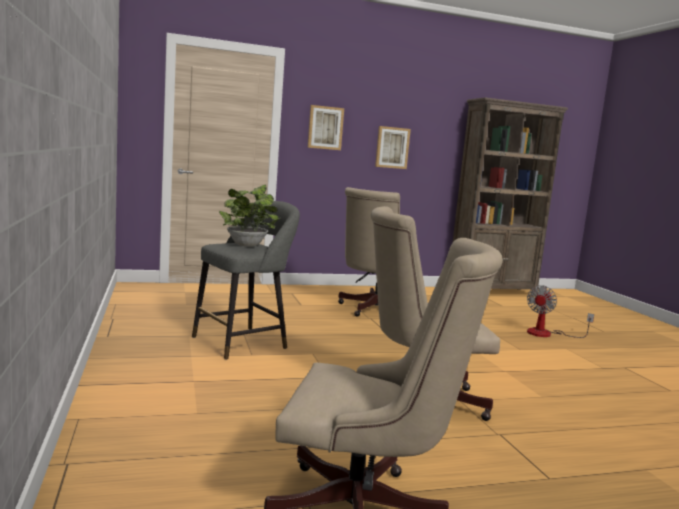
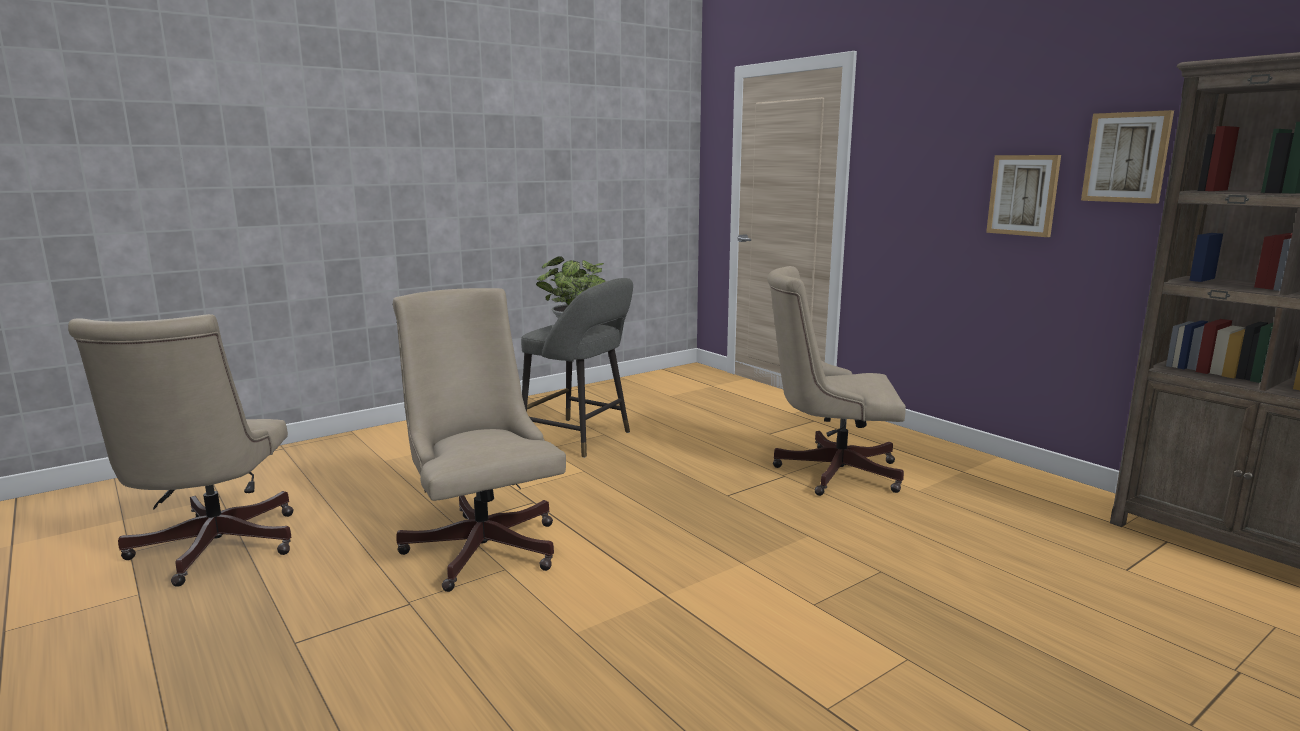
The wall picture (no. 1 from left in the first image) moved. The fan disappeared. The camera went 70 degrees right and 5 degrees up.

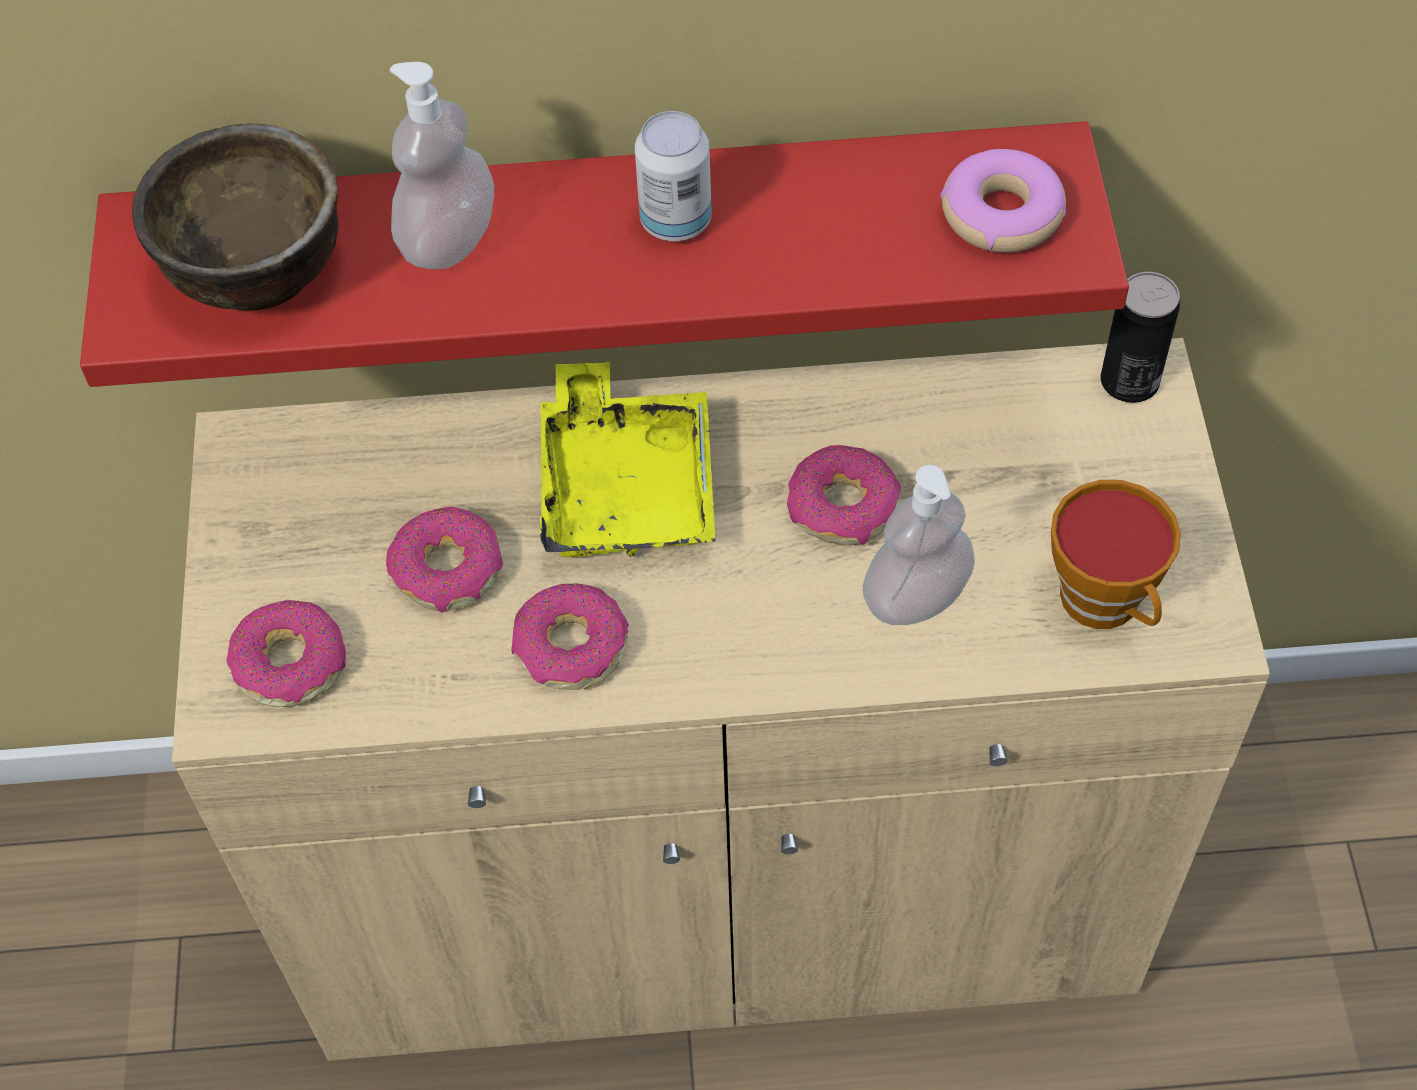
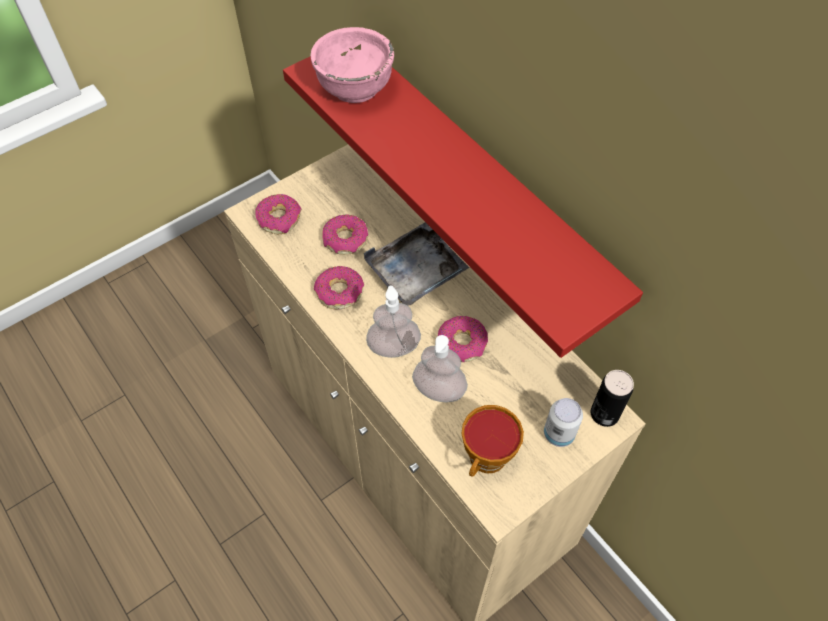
The bowl in brown-coloured became the bowl in pink-coloured. The carrying tray in yellow-coloured became the carrying tray in grey. The soap bottle (no. 1 from left) moved. The sealed can (no. 1 from left) moved. The donut (no. 5 from left) disappeared. The camera went 55 degrees right and 0 degrees up.

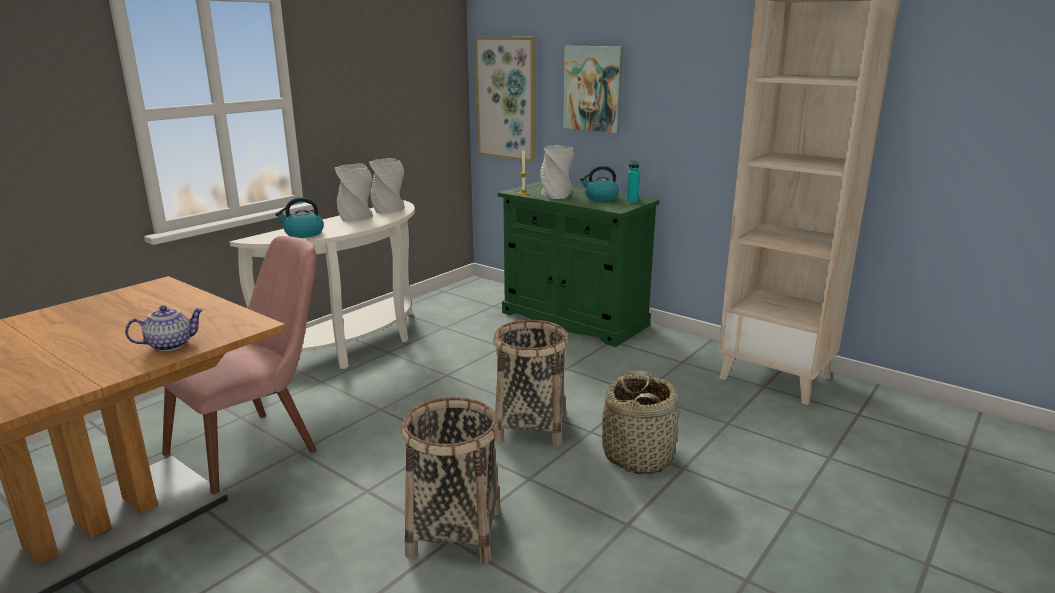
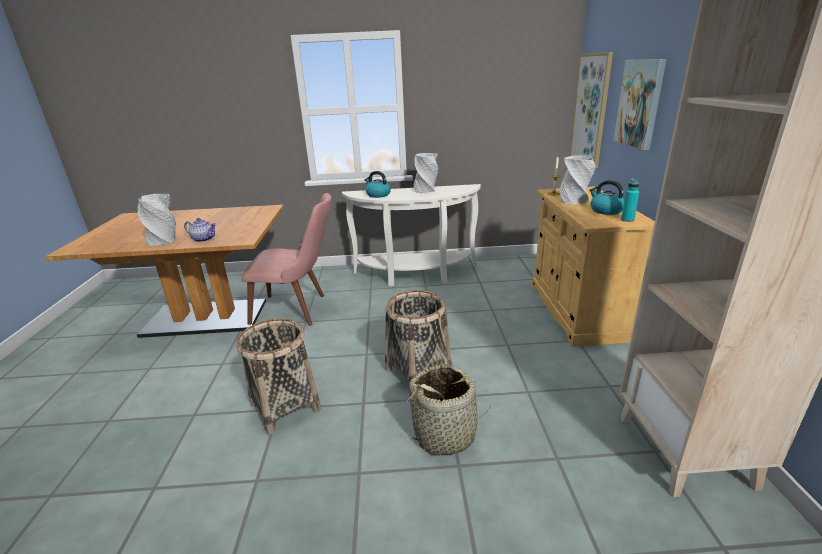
The vase in grey (no. 2 from left in the first image) moved. The storage cabinet in green-coloured became the storage cabinet in beige-coloured. The camera went 50 degrees right and 5 degrees up.

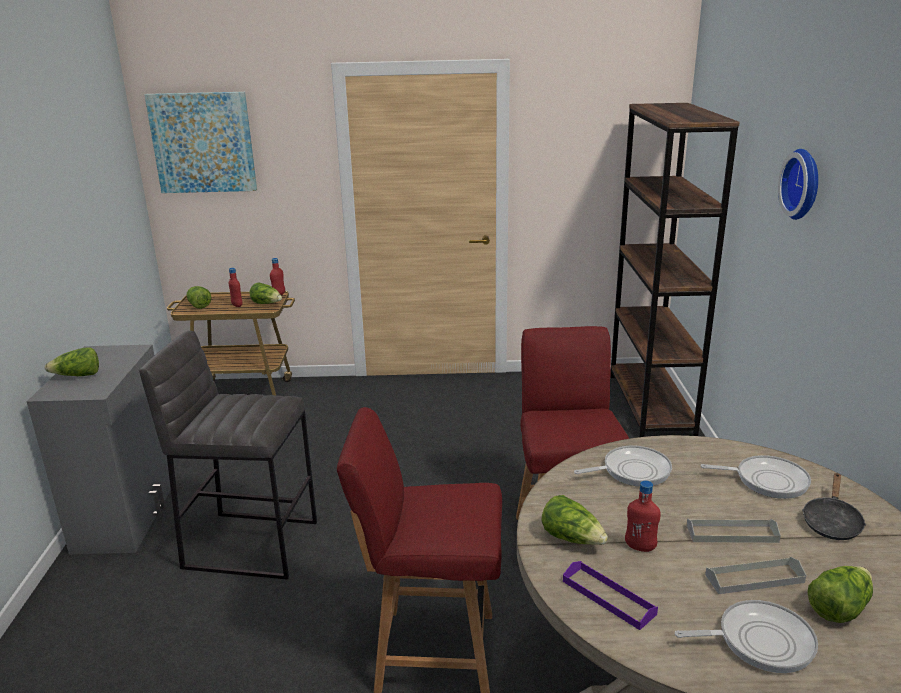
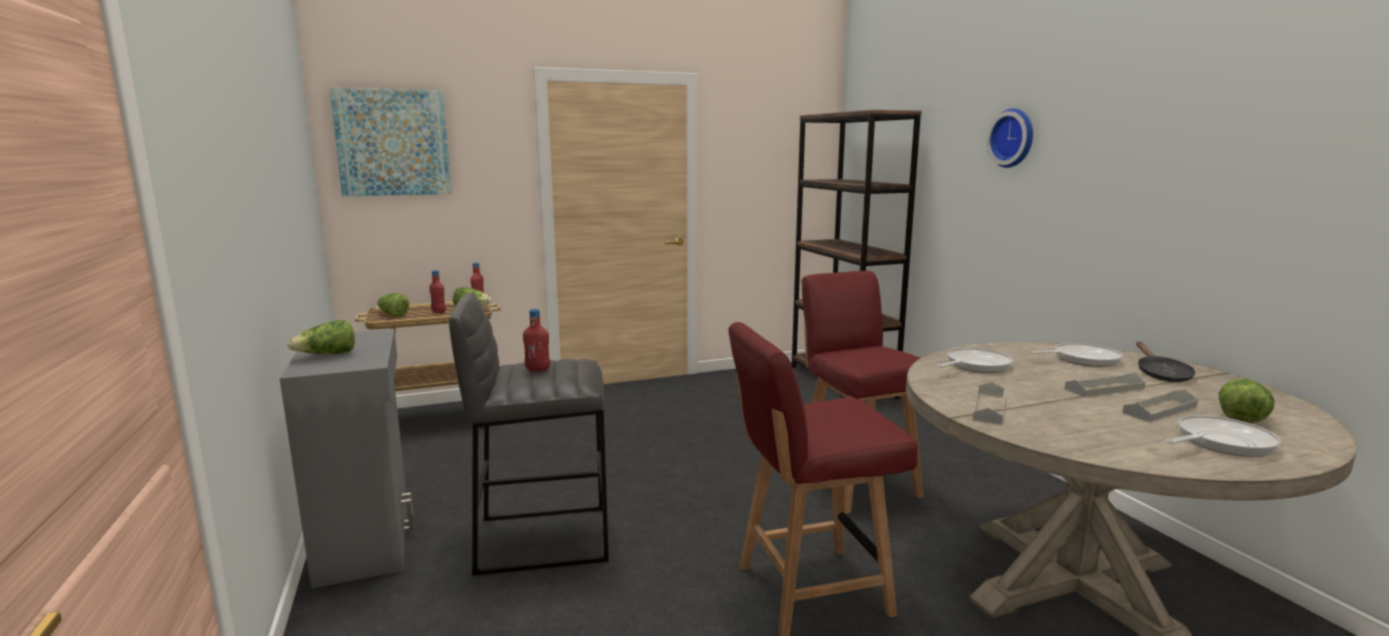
The beverage bottle in reddish (no. 3 from left) moved. The lettuce head (no. 4 from left) was replaced by the carrying tray in grey (no. 1 from left). The carrying tray in purple-coloured disappeared. The camera went 20 degrees left and 10 degrees down.

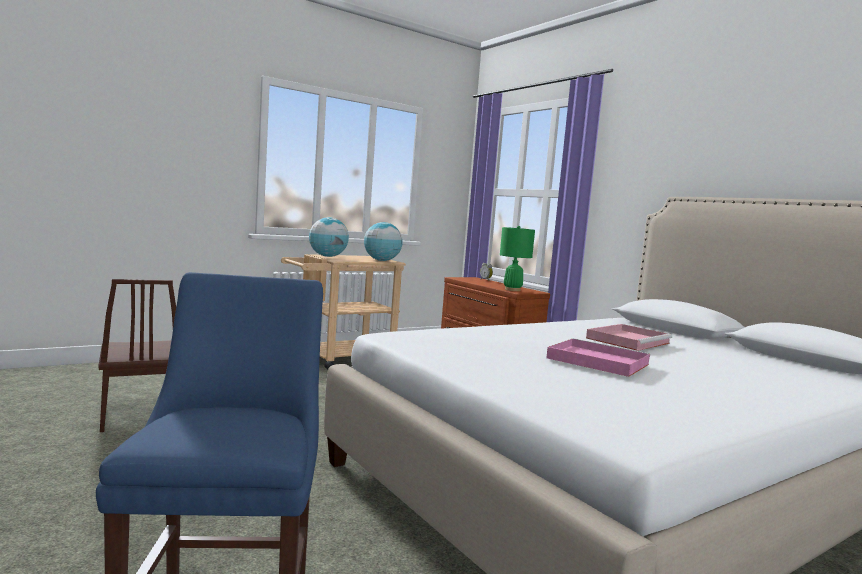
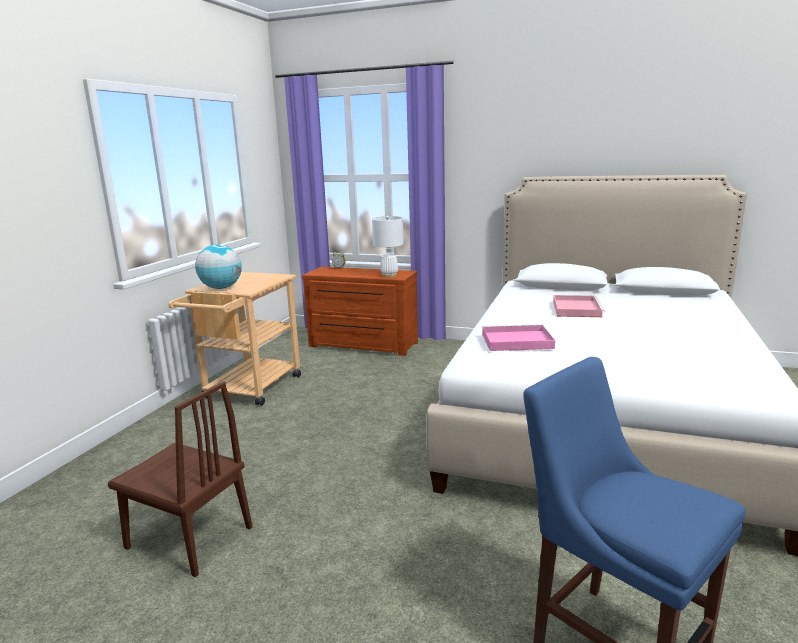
The table lamp in green-coloured became the table lamp in white. The carrying tray in pink-coloured (no. 1 from left) moved. The desk globe (no. 2 from left) disappeared. The camera went 35 degrees left and 10 degrees up.

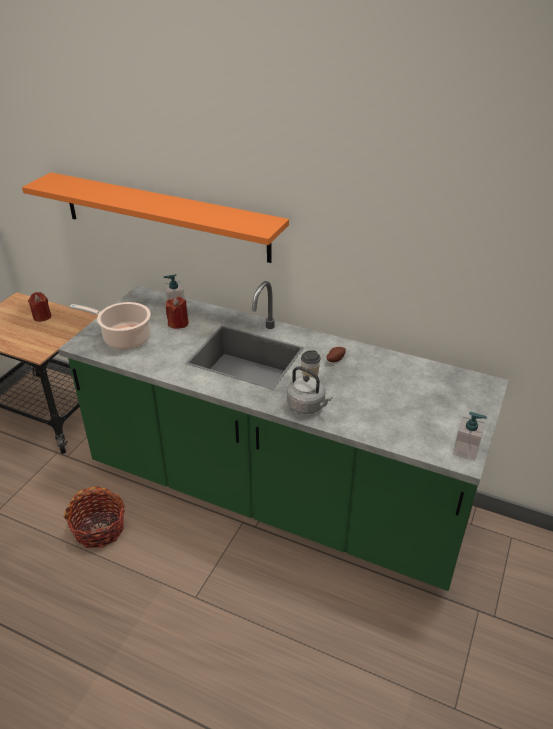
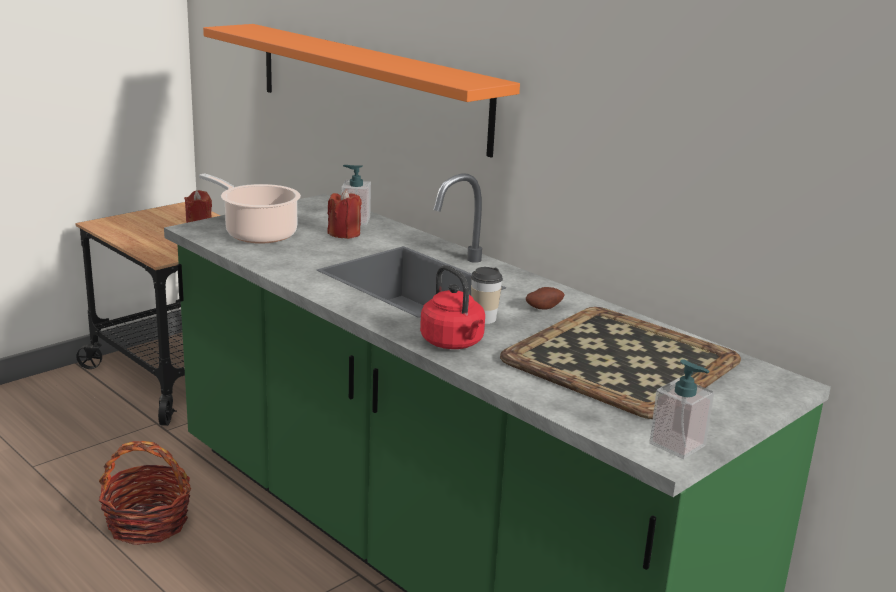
The tea kettle in grey became the tea kettle in reddish. The carrying tray appeared. The camera went 20 degrees right and 15 degrees down.

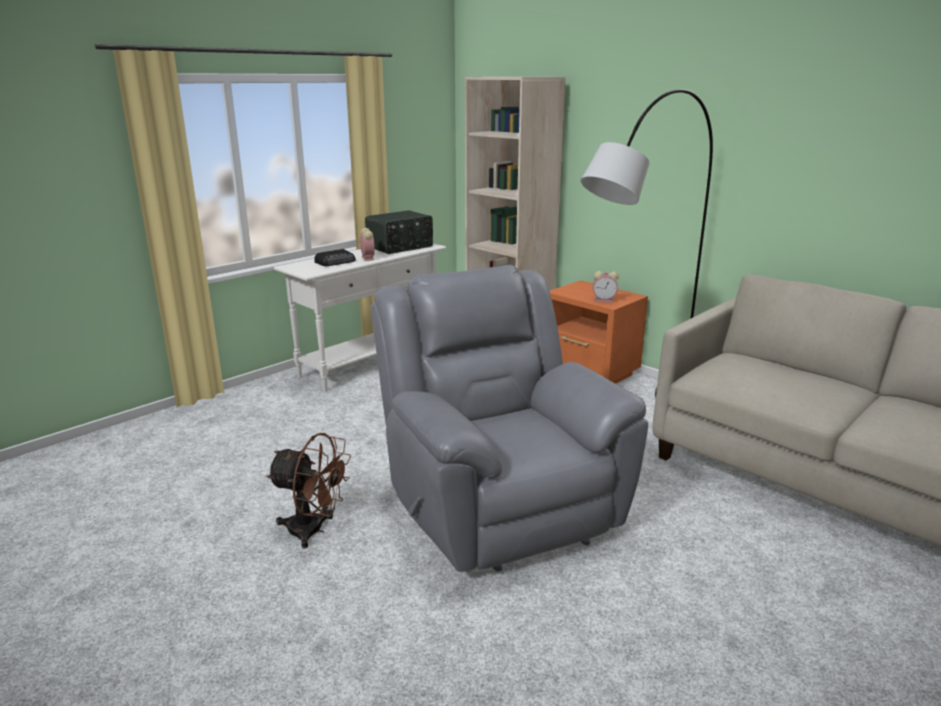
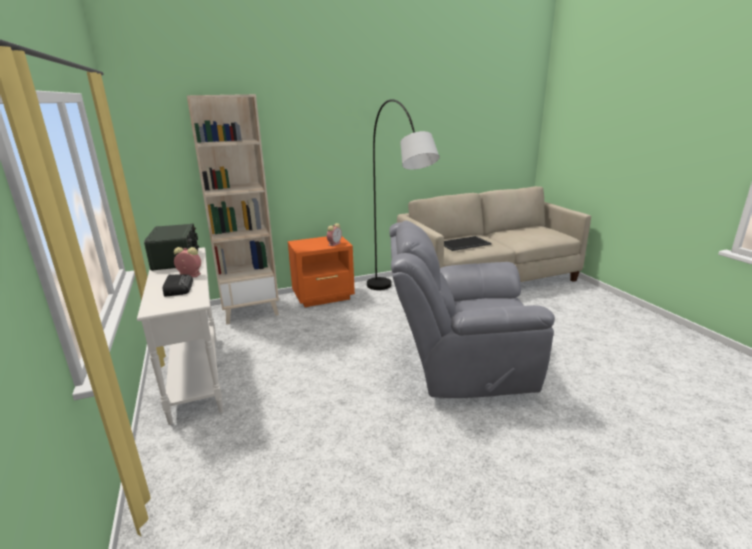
The carrying tray appeared. The fan in brown-coloured disappeared. The camera went 65 degrees left and 0 degrees up.

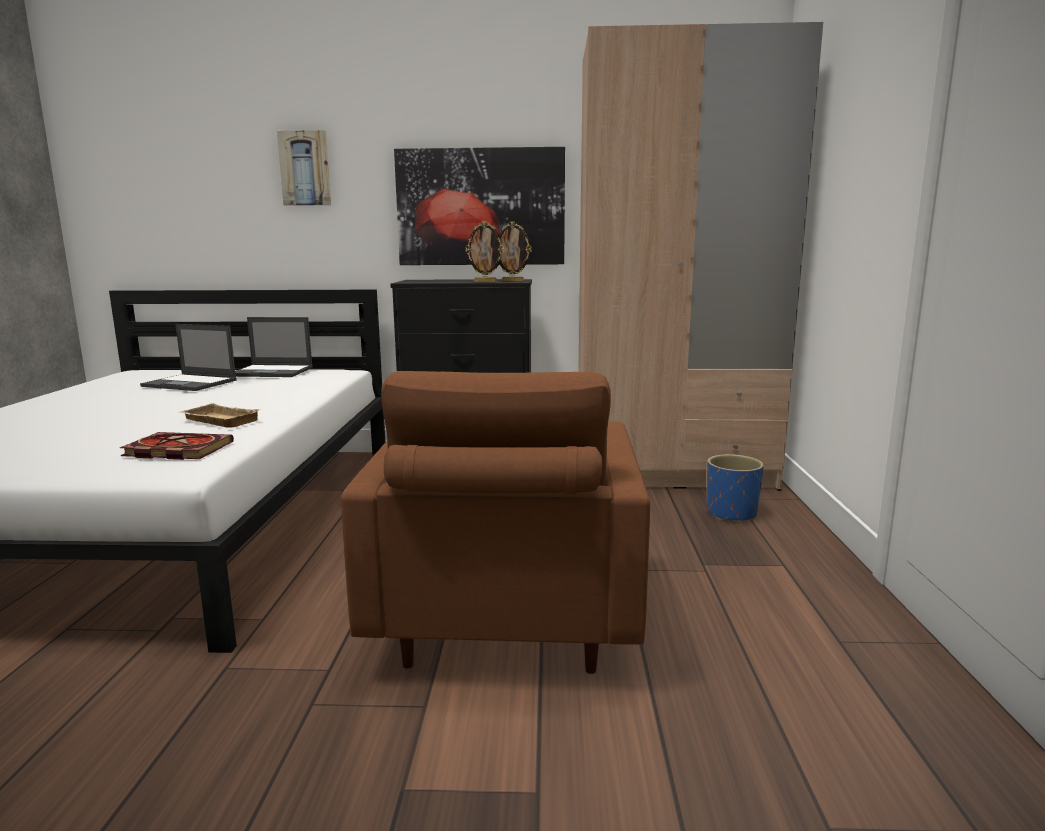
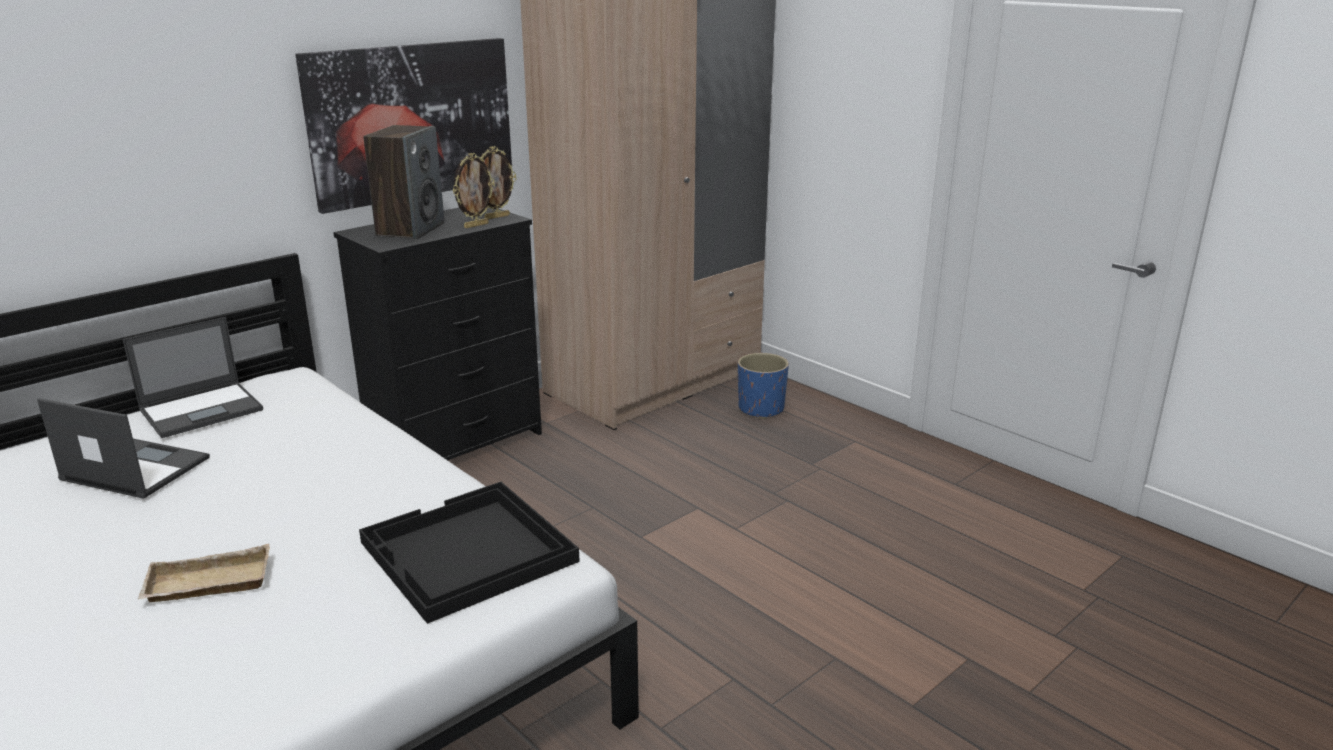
The notebook computer (no. 1 from left) turned 135 degrees counterclockwise. The carrying tray in beige-coloured moved. The book was replaced by the carrying tray in black-coloured. The loudspeaker appeared. The wall picture (no. 1 from left) disappeared. The armchair in brown-coloured disappeared. The camera went 45 degrees left and 10 degrees up.

